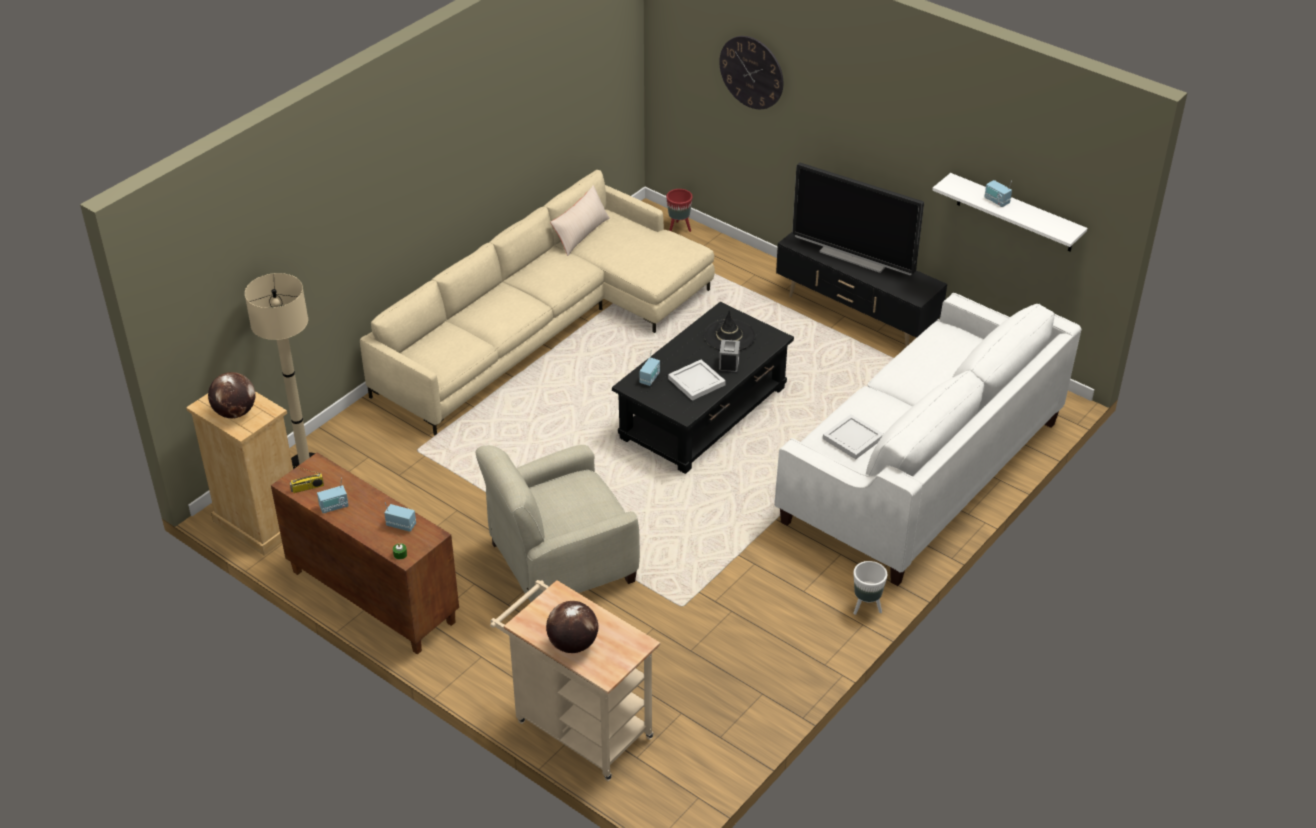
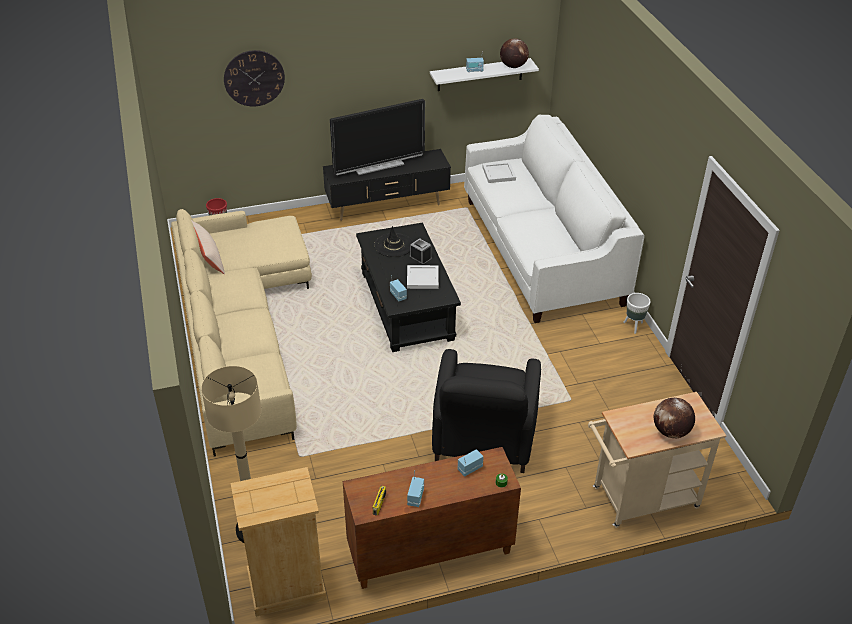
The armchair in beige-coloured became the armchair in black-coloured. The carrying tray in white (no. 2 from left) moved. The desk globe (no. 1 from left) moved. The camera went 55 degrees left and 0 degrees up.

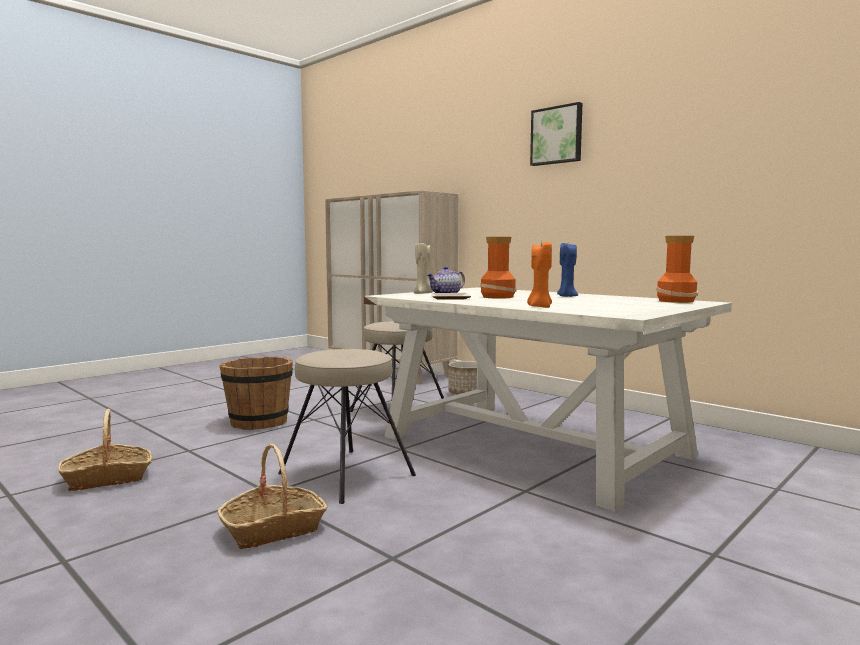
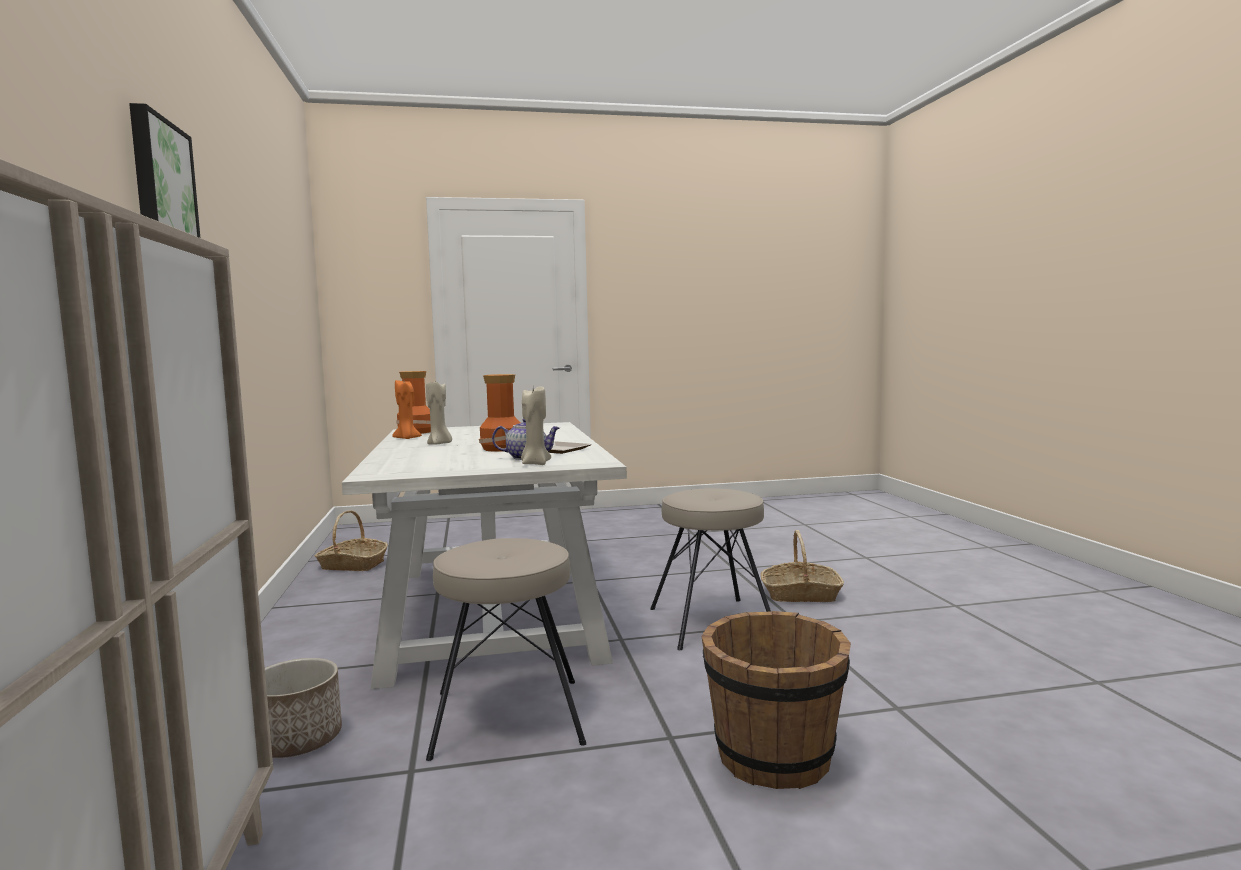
The household basket (no. 1 from left) moved. The wax light in orange moved. The wax light in blue became the wax light in beige-coloured (no. 1 from left). The camera went 145 degrees left and 0 degrees up.

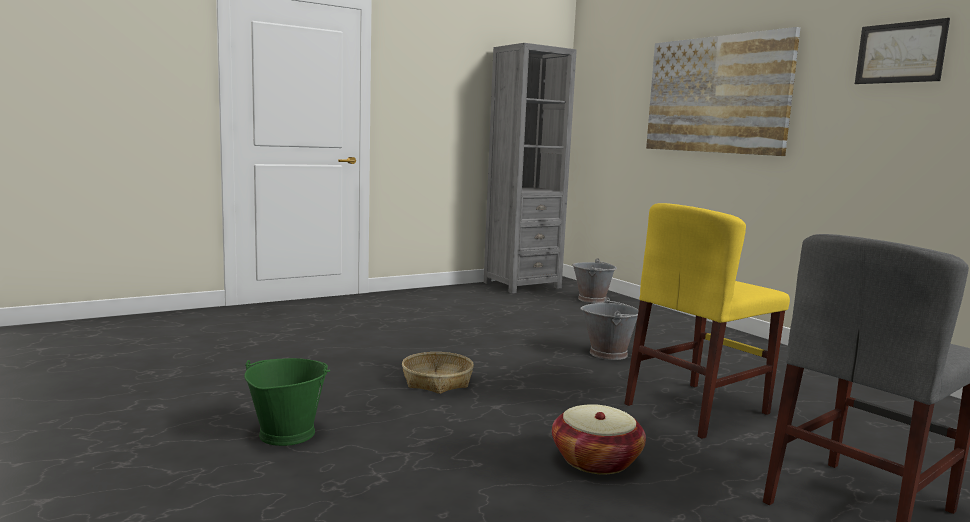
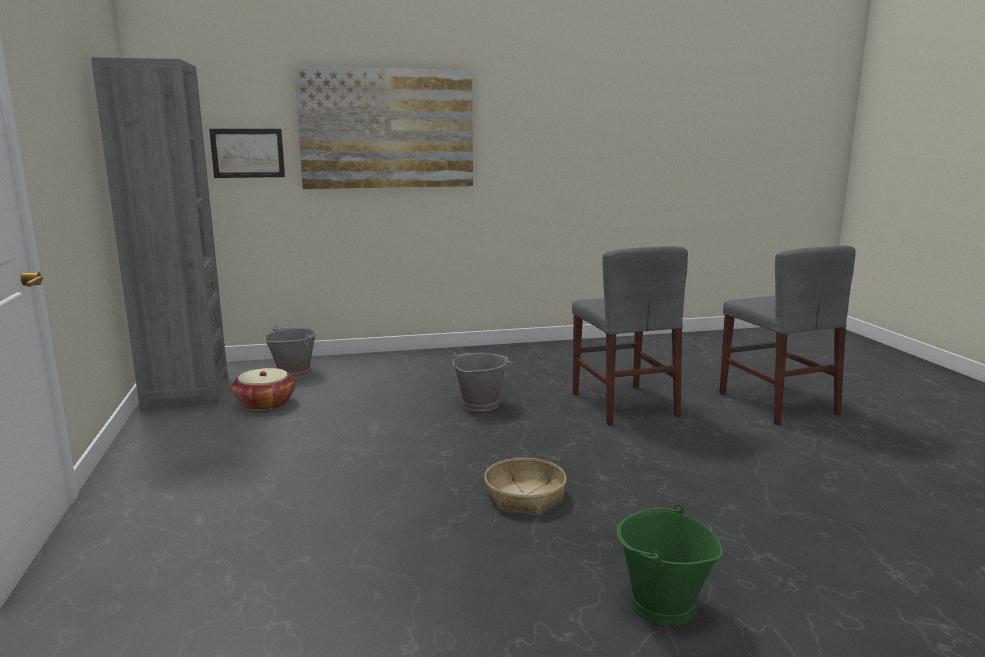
The wall picture (no. 2 from left in the first image) moved. The household basket (no. 2 from left in the first image) moved. The plain chair in yellow-coloured became the plain chair in grey (no. 1 from left). The camera went 70 degrees left and 5 degrees up.

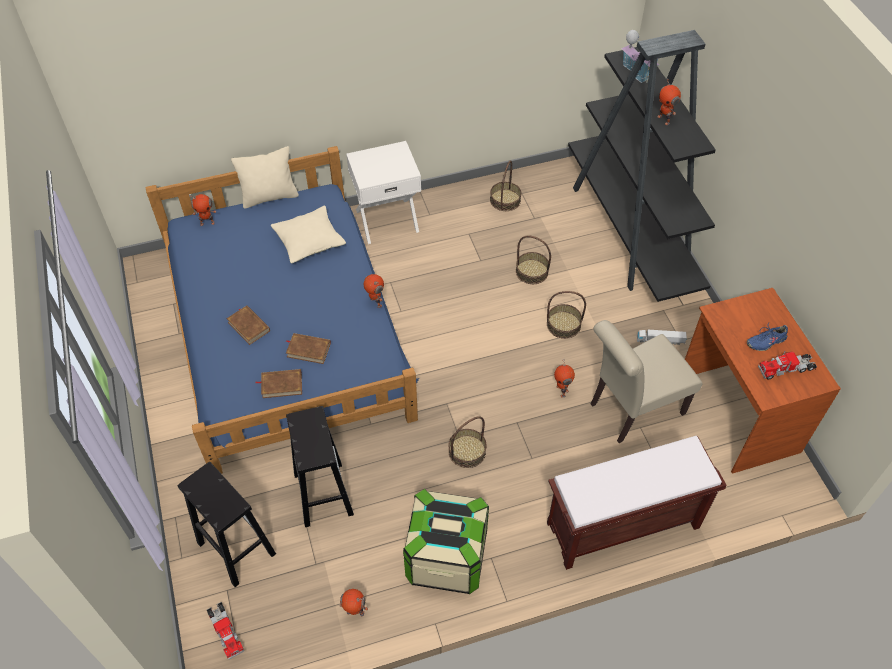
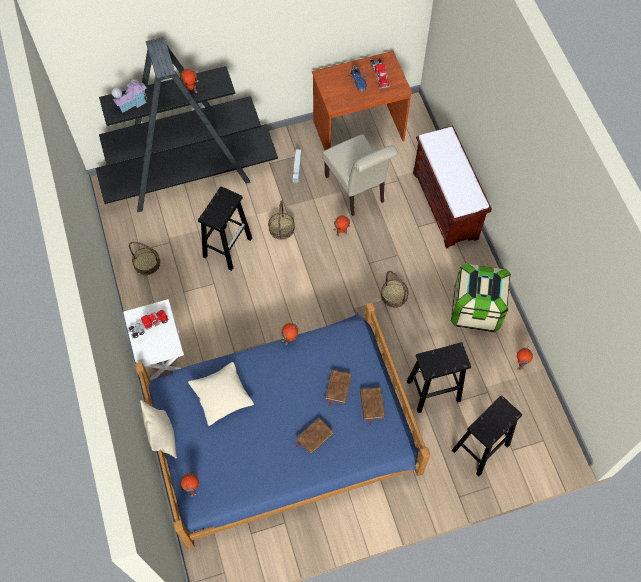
The model truck (no. 1 from left) moved. The household basket (no. 3 from left) was replaced by the sitting stool in black-coloured (no. 1 from left). The camera went 90 degrees left and 10 degrees up.

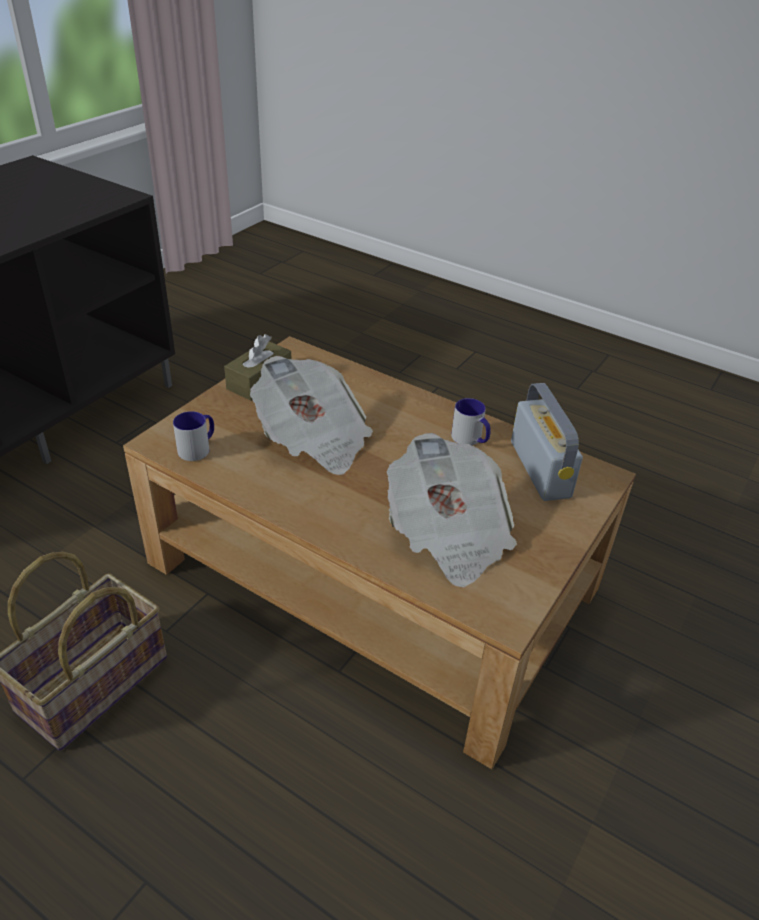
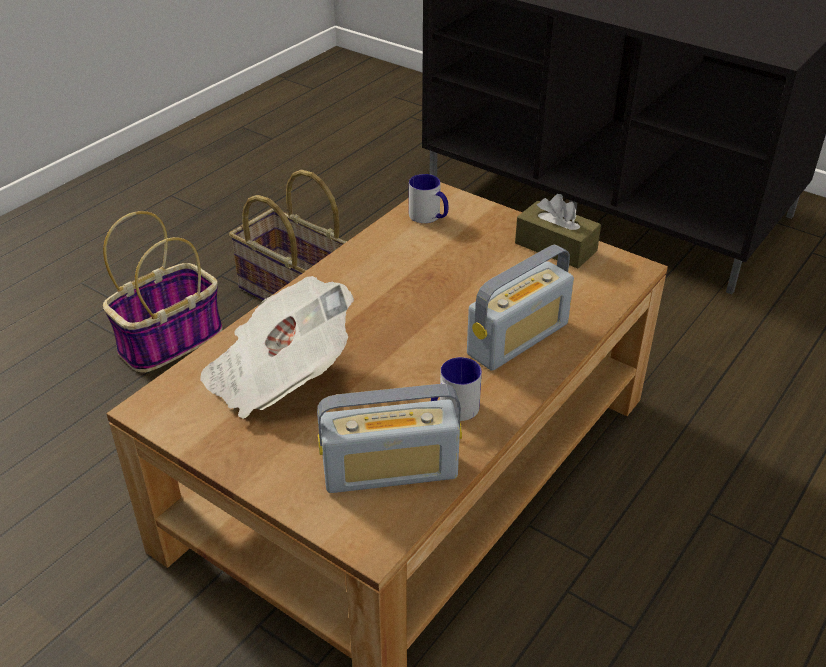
The household basket (no. 1 from left) appeared. The radio set (no. 2 from left) appeared. The printed paper (no. 1 from left) disappeared. The camera went 95 degrees right and 0 degrees up.

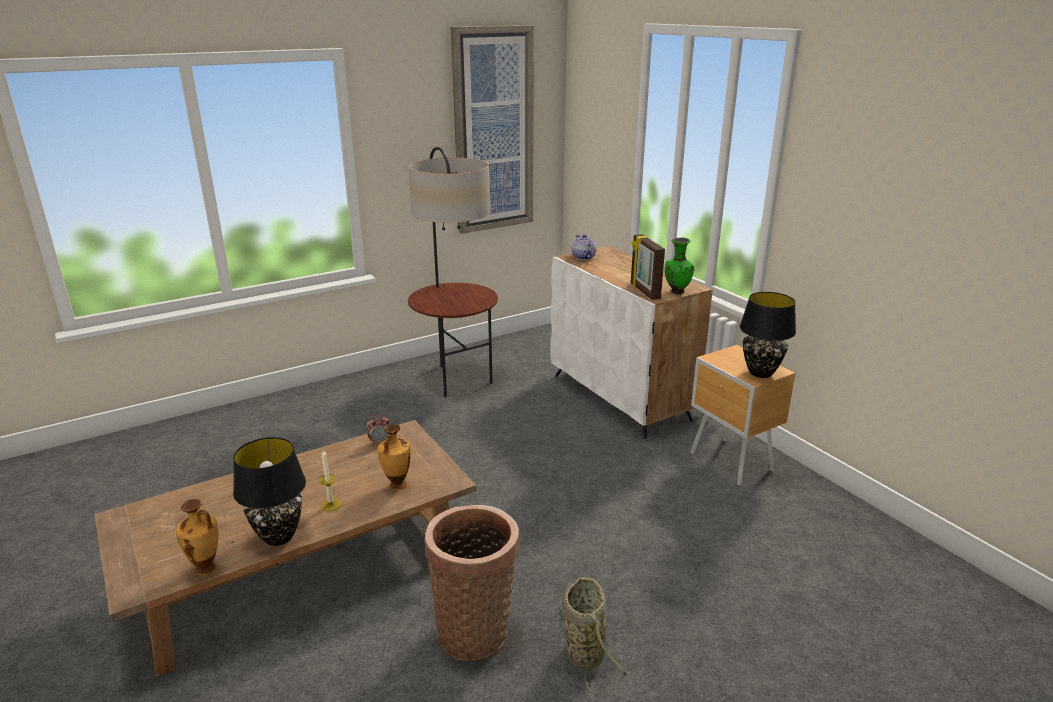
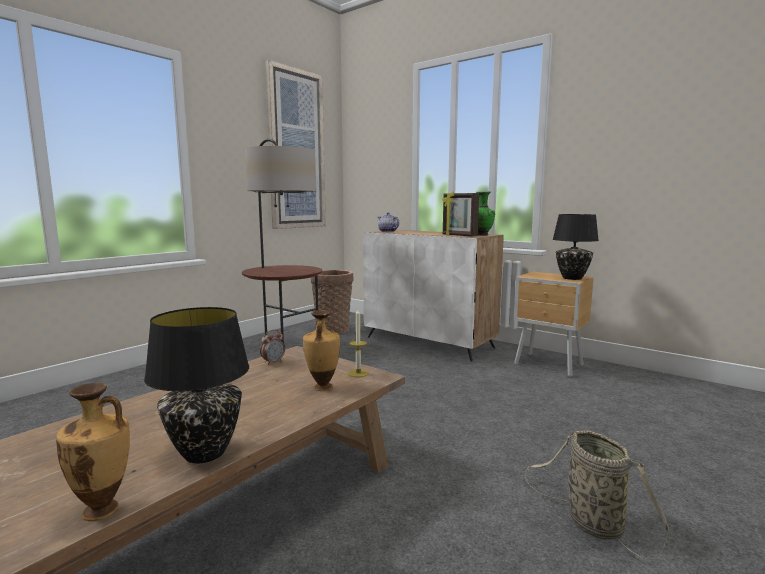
The household basket (no. 1 from left) moved. The wax light moved. The camera went 20 degrees left and 15 degrees down.

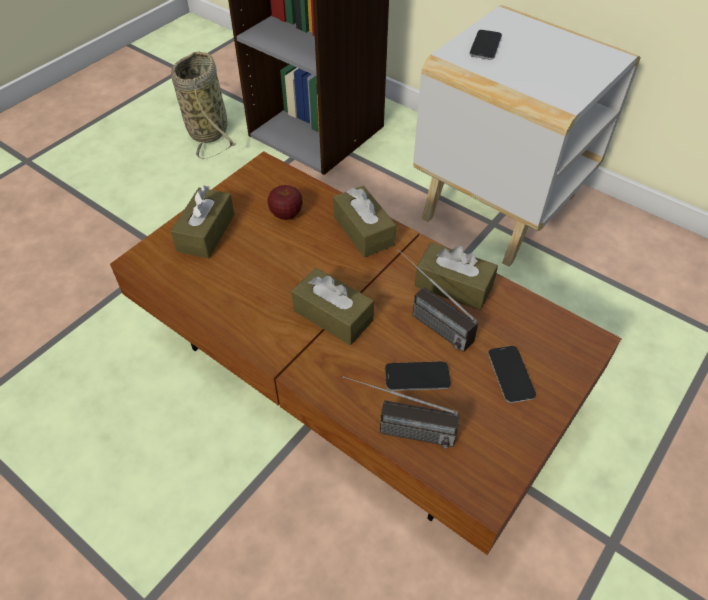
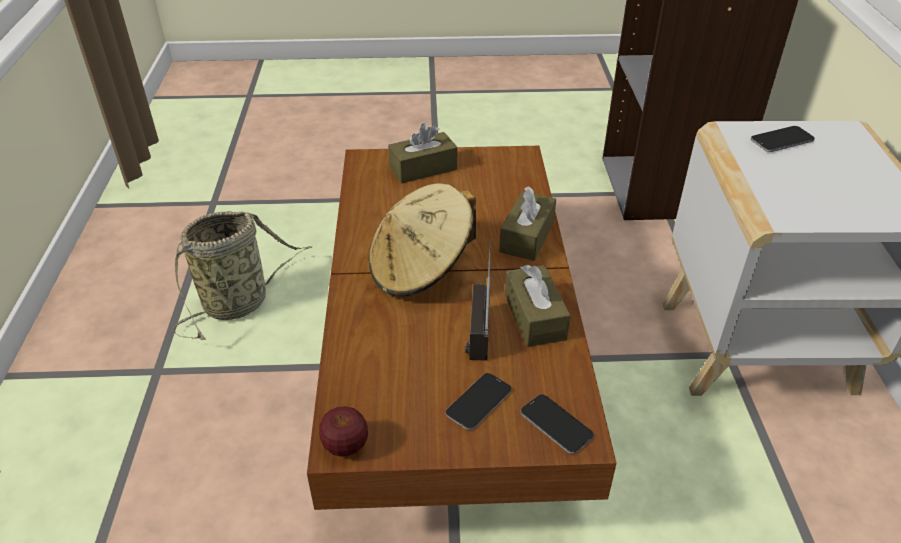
The household basket moved. The whole apple moved. The tissue box in brown-coloured (no. 2 from left) was replaced by the clothing hat in beige-coloured. The handset (no. 1 from left in the first image) moved. The radio set (no. 1 from left) disappeared. The camera went 50 degrees right and 10 degrees down.

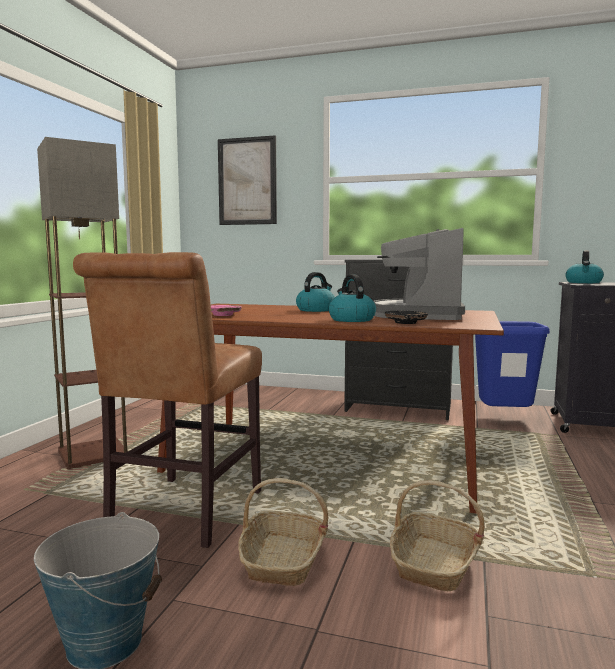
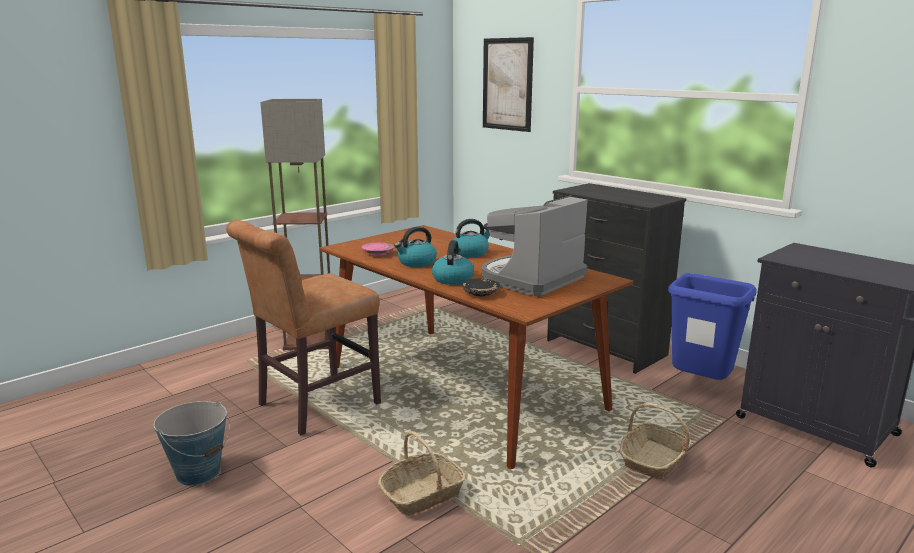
The tea kettle (no. 3 from left in the first image) moved. The household basket (no. 1 from left in the first image) moved. The camera went 30 degrees right and 10 degrees up.

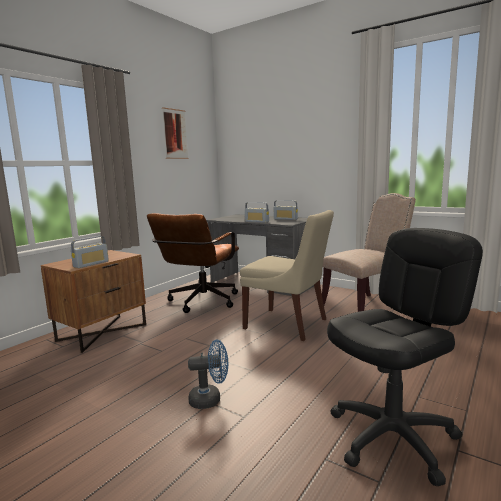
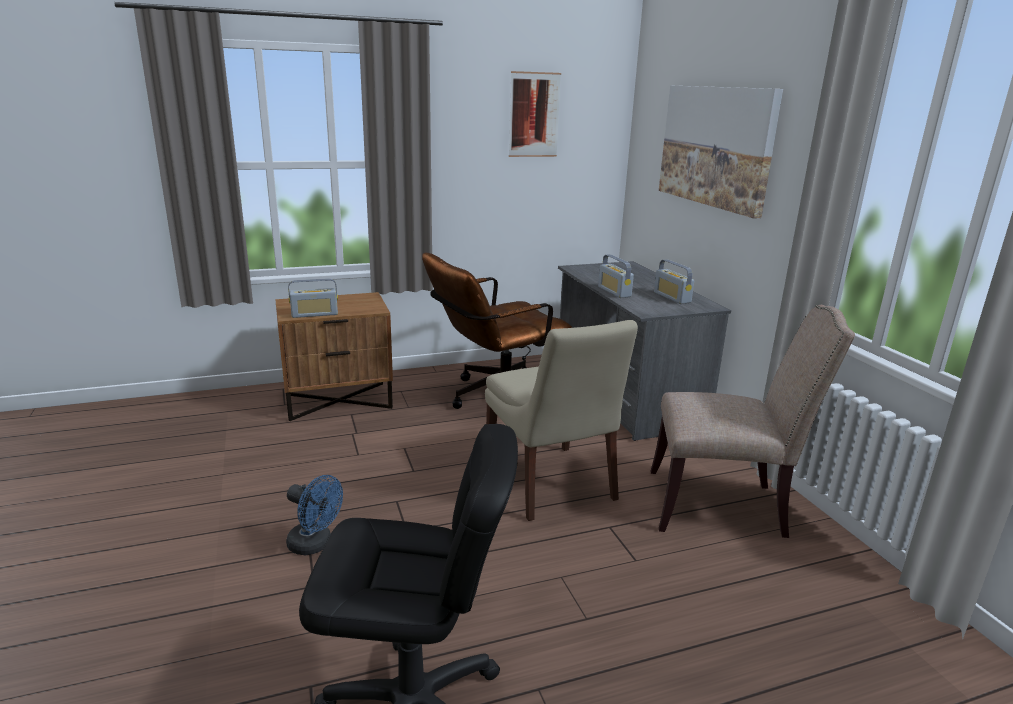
The wall picture (no. 2 from left) appeared. The camera went 35 degrees right and 10 degrees up.

